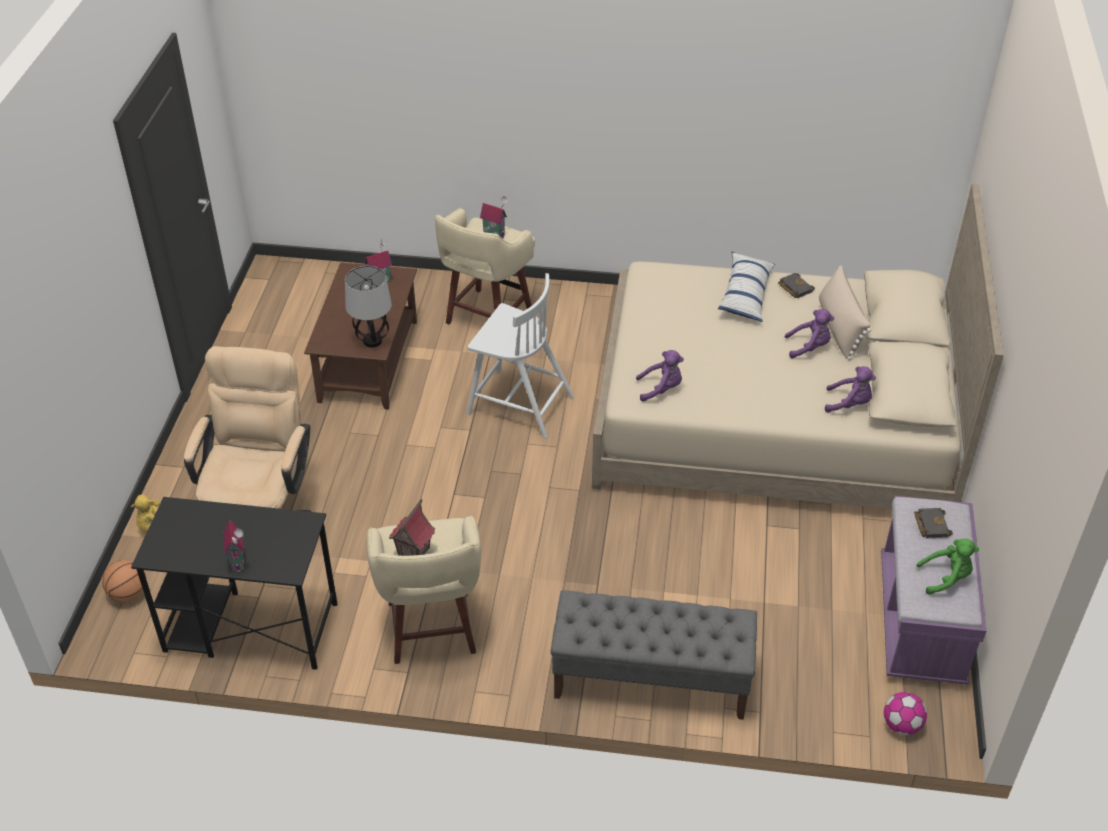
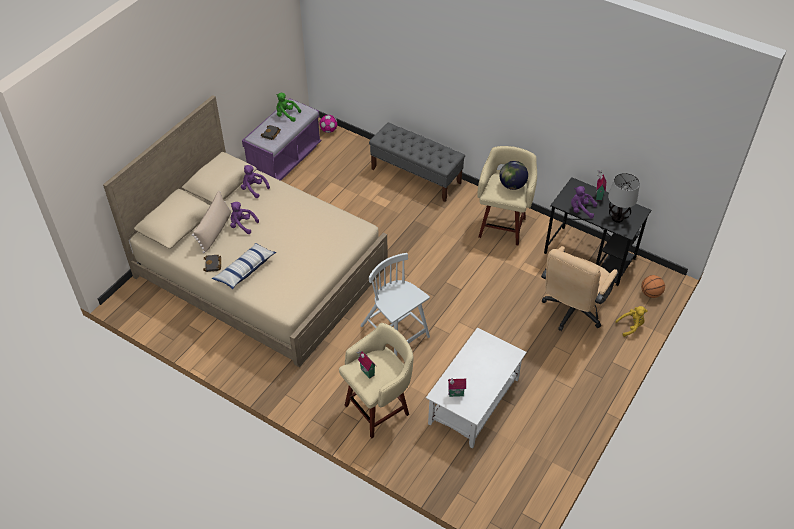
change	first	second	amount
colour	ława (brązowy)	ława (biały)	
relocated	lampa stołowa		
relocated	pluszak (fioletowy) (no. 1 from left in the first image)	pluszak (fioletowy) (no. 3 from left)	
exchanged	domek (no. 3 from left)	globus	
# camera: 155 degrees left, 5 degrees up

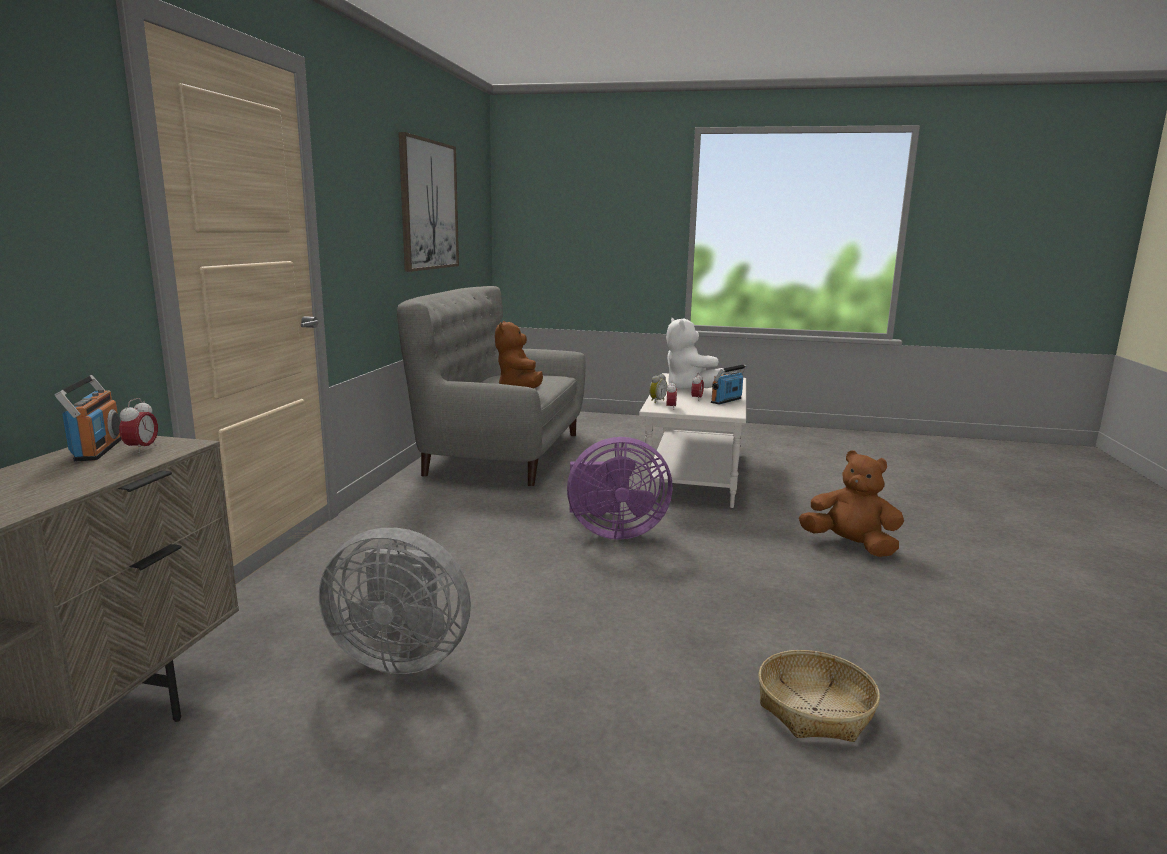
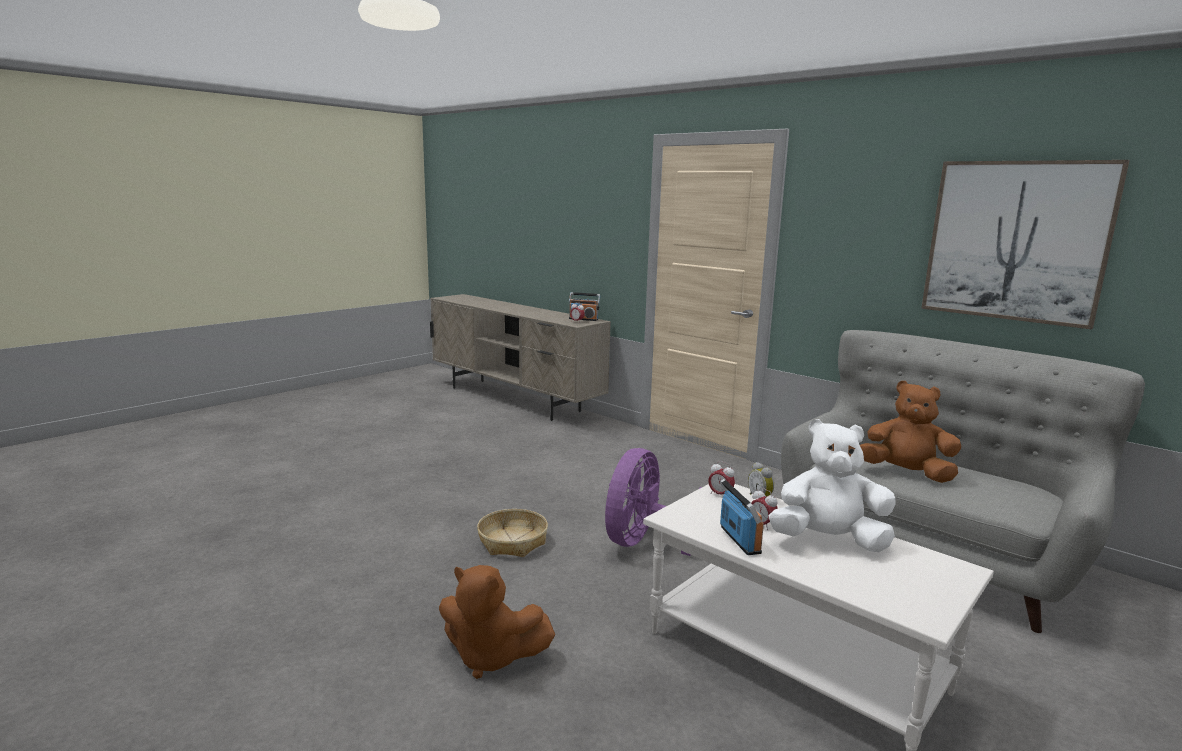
change	first	second	amount
spun	pluszak (brązowy) (no. 2 from left in the first image)	pluszak (brązowy) (no. 1 from left)	45 degrees clockwise
missing	wentylator (szary)		
relocated	koszyk		
# camera: 120 degrees right, 0 degrees up

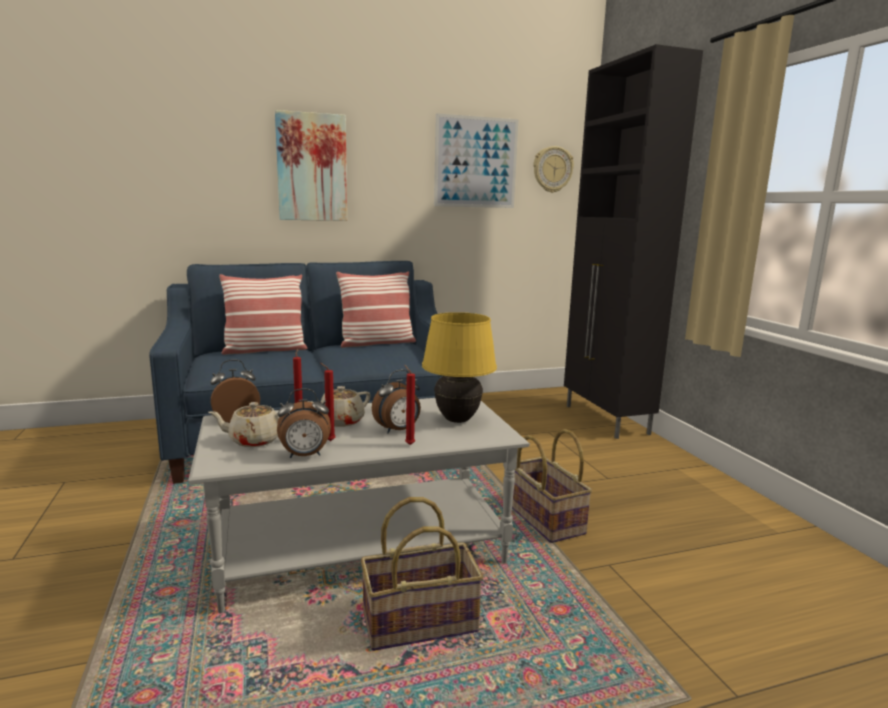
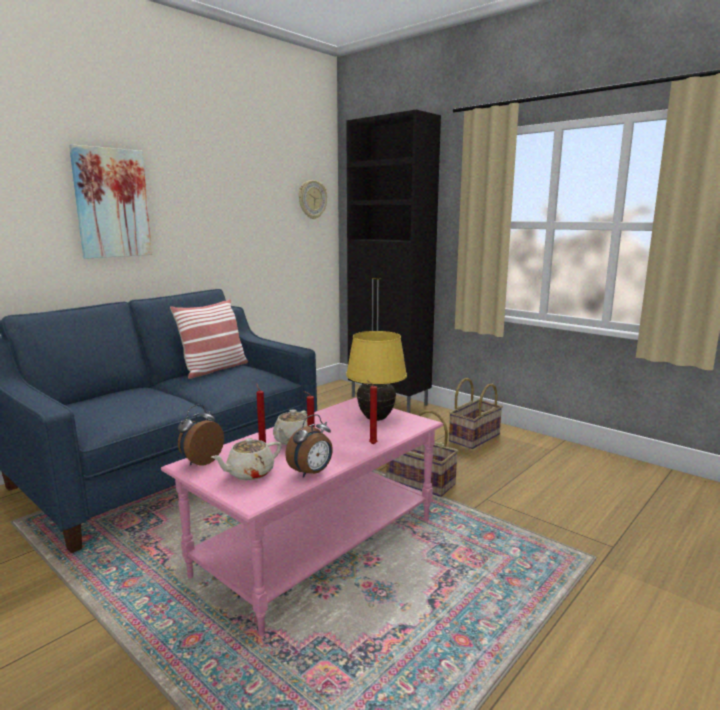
change	first	second	amount
missing	obraz (no. 2 from left)		
missing	poduszka (no. 1 from left)		
missing	budzik (no. 3 from left)		
colour	ława (szary)	ława (różowy)	
relocated	koszyk (no. 1 from left in the first image)	koszyk (no. 2 from left)	
# camera: 30 degrees left, 0 degrees up

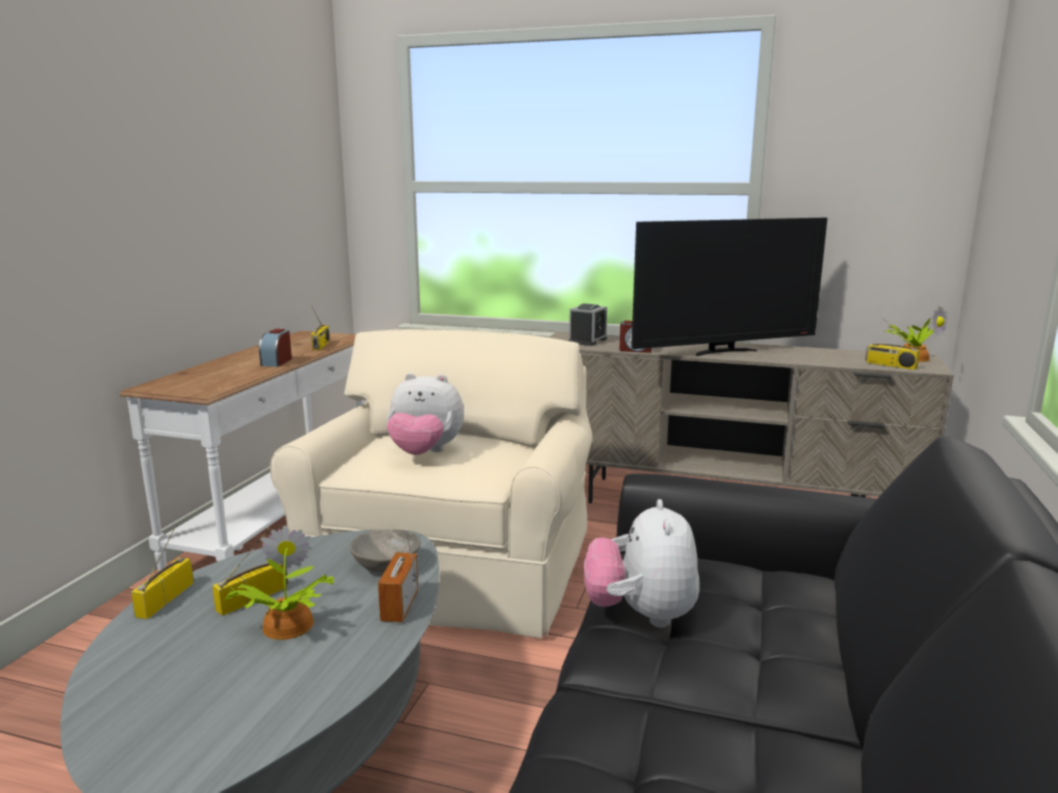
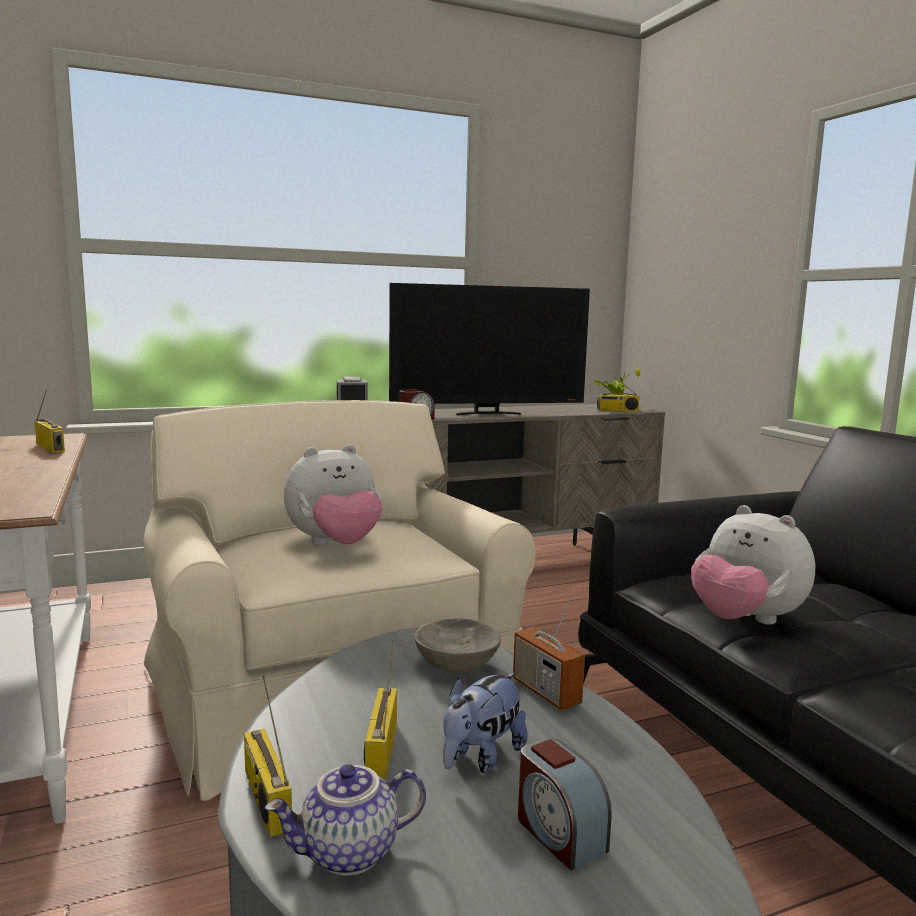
change	first	second	amount
spun	telewizor		45 degrees clockwise
relocated	budzik (no. 1 from left in the first image)	budzik (no. 3 from left)	
exchanged	roślina doniczkowa (no. 1 from left)	pluszak (no. 2 from left)	
appeared		imbryk	
# camera: 40 degrees left, 5 degrees down

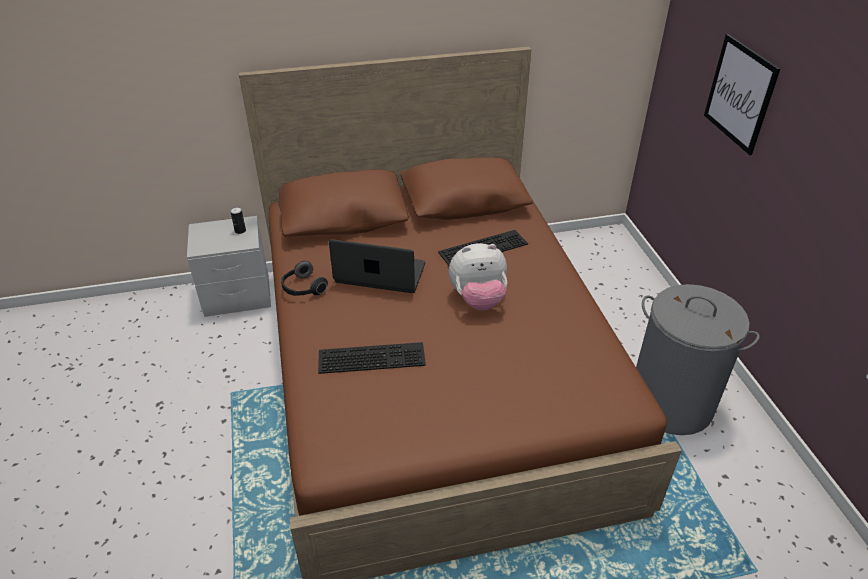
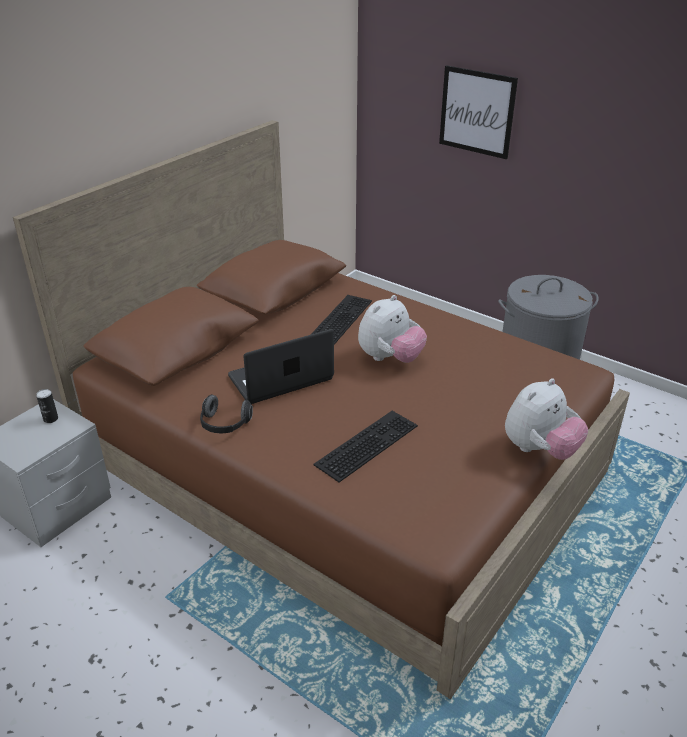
change	first	second	amount
appeared		pluszak (no. 2 from left)	
# camera: 40 degrees left, 5 degrees down

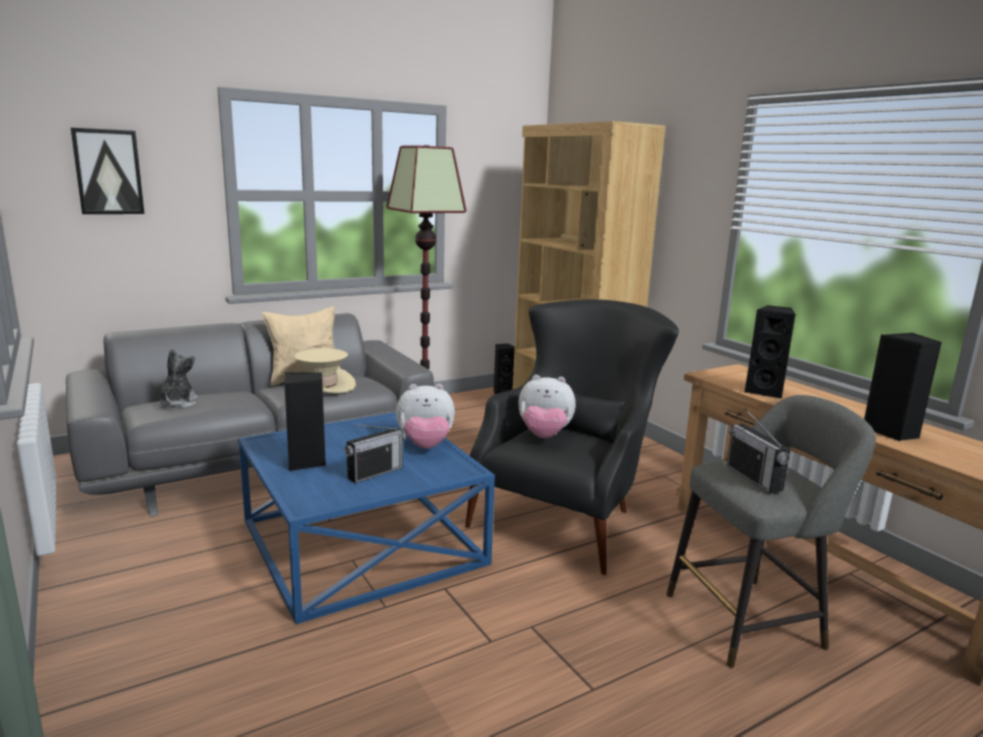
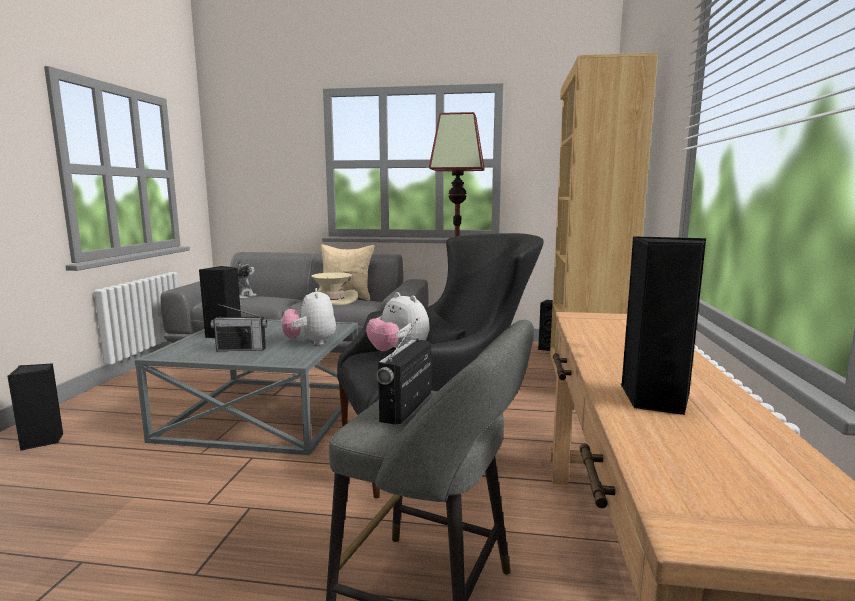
change	first	second	amount
missing	obraz		
relocated	głośnik (czarny) (no. 3 from left in the first image)	głośnik (czarny) (no. 1 from left)	
spun	pluszak (no. 2 from left)		45 degrees clockwise
colour	ława (niebieski)	ława (szary)	
# camera: 40 degrees right, 5 degrees down

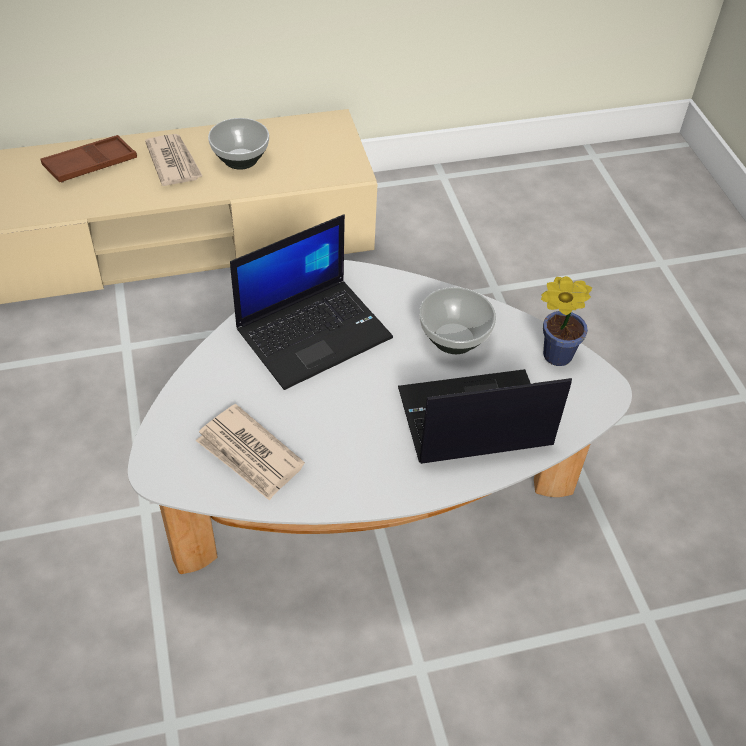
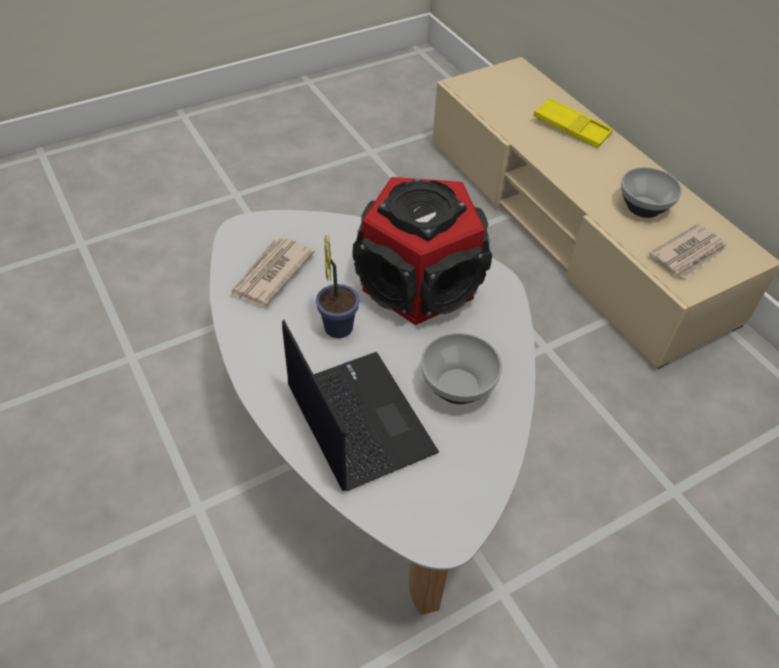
change	first	second	amount
relocated	gazeta (no. 1 from left in the first image)	gazeta (no. 2 from left)	
colour	taca (brązowy)	taca (żółty)	
exchanged	laptop (no. 1 from left)	głośnik	
relocated	roślina doniczkowa		
# camera: 75 degrees right, 0 degrees up

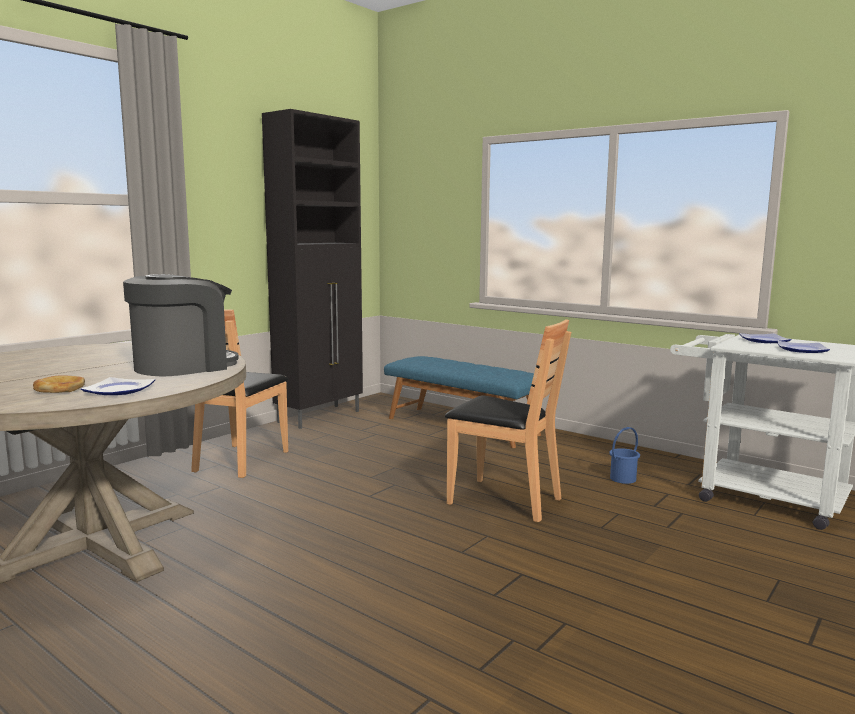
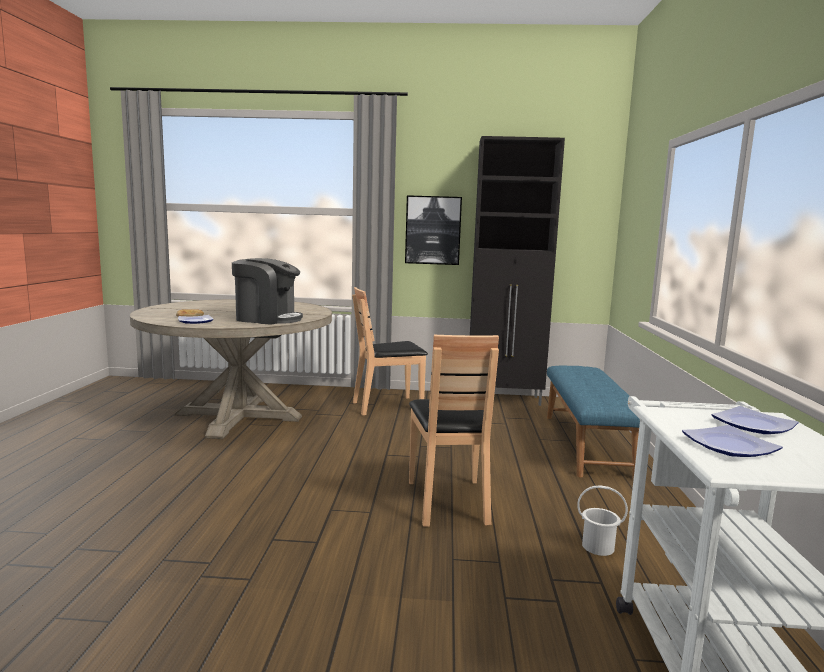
change	first	second	amount
colour	wiadro (niebieski)	wiadro (biały)	
appeared		obraz	
# camera: 55 degrees right, 0 degrees up

